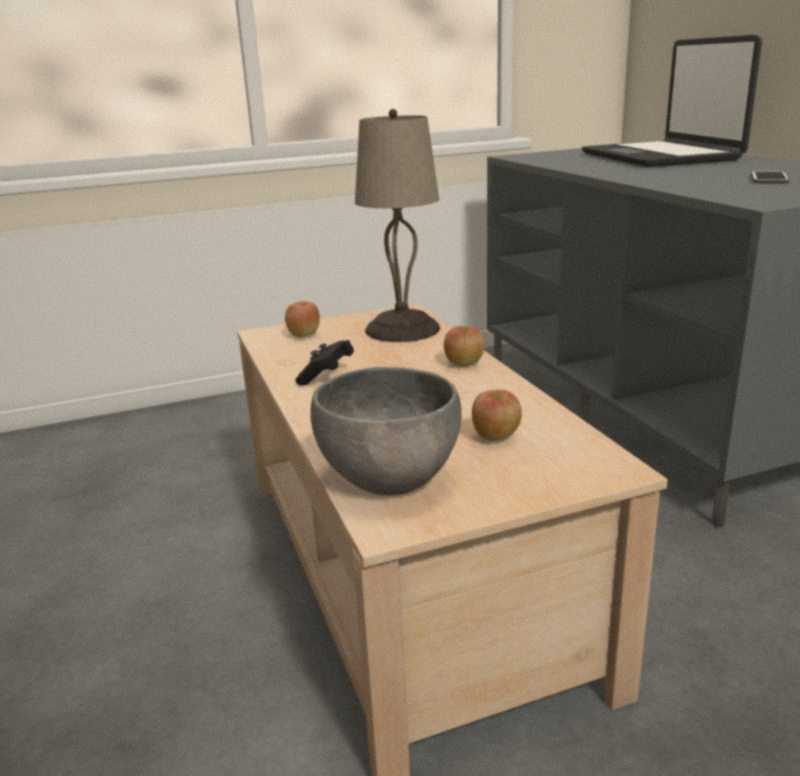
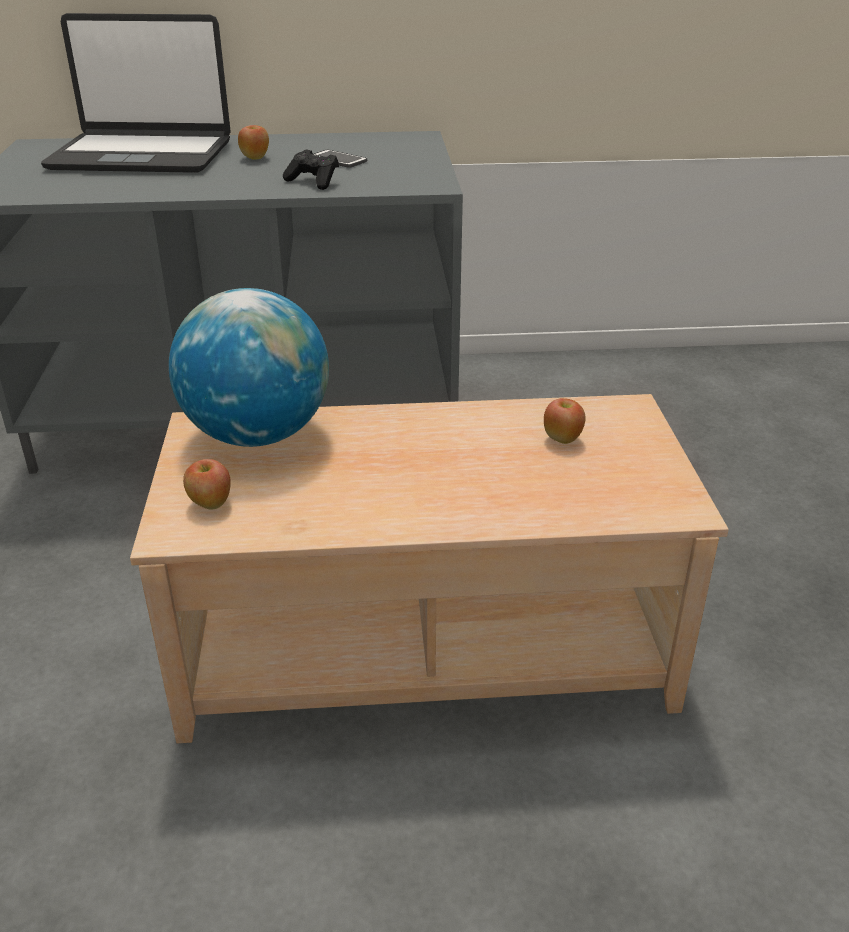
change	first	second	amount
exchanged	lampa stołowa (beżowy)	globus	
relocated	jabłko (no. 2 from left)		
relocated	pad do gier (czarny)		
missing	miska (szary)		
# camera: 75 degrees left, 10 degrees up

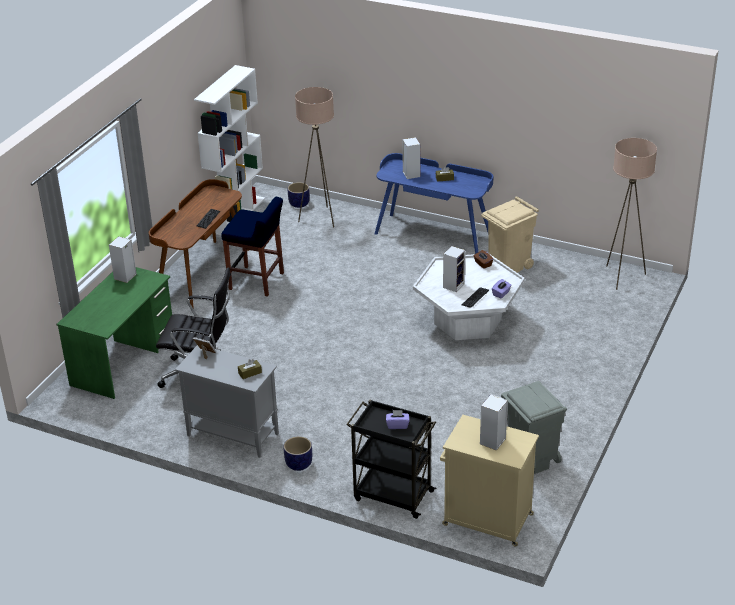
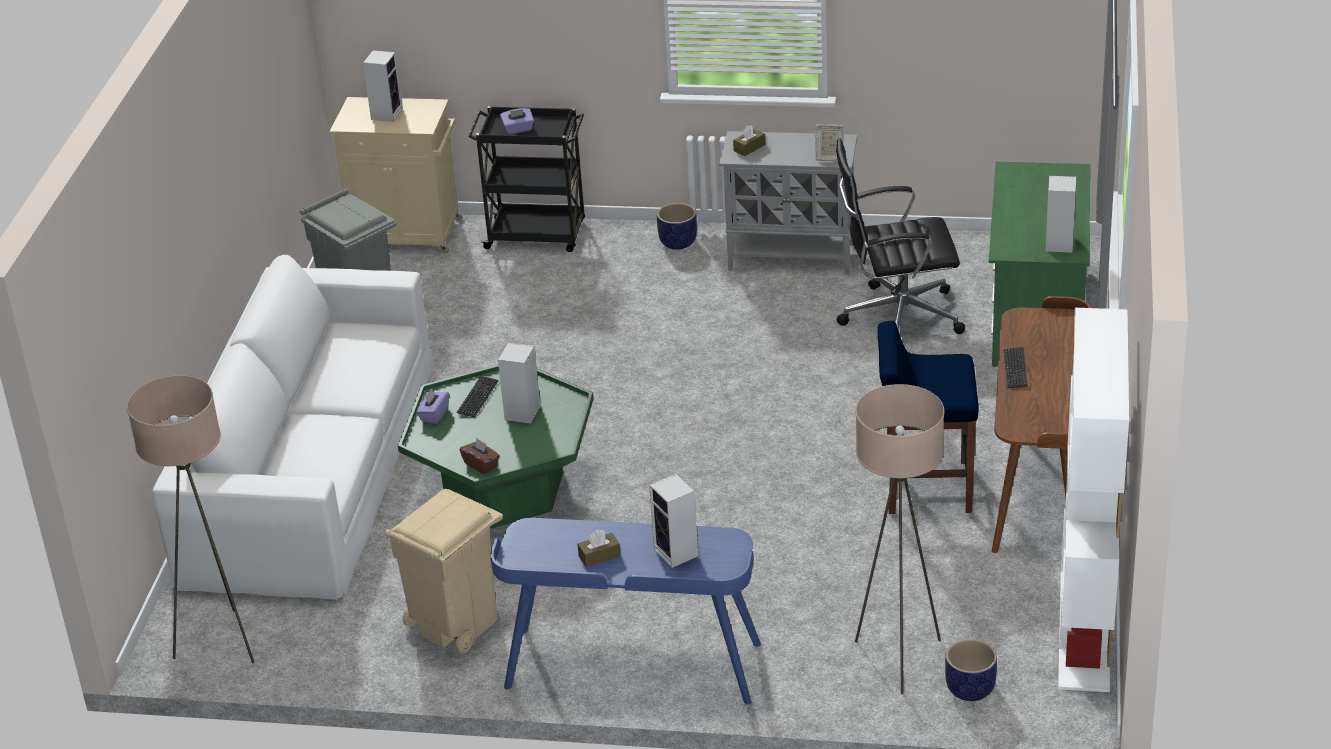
change	first	second	amount
colour	ława (biały)	ława (zielony)	
appeared		kanapa (biały)	
# camera: 165 degrees right, 0 degrees up

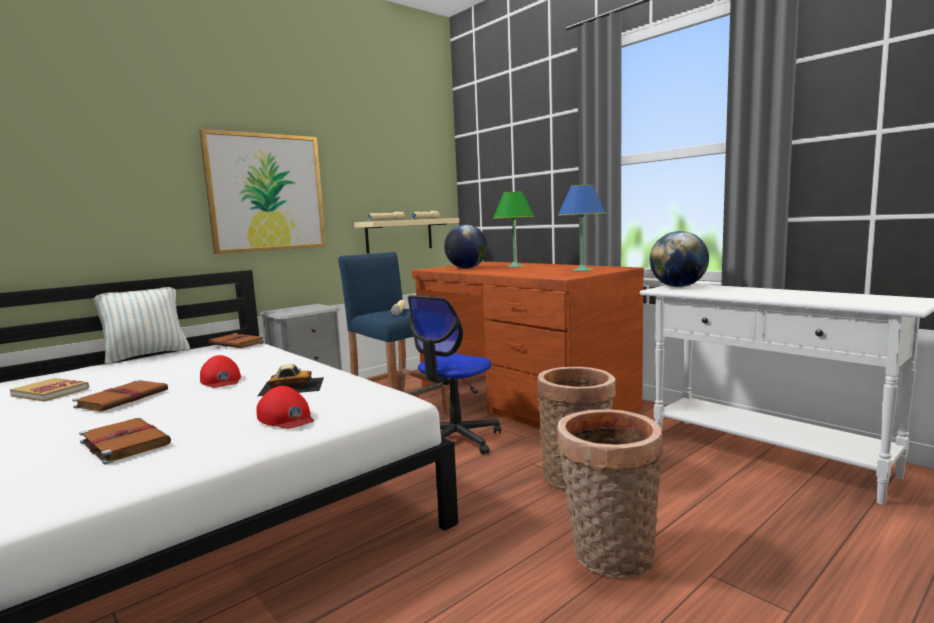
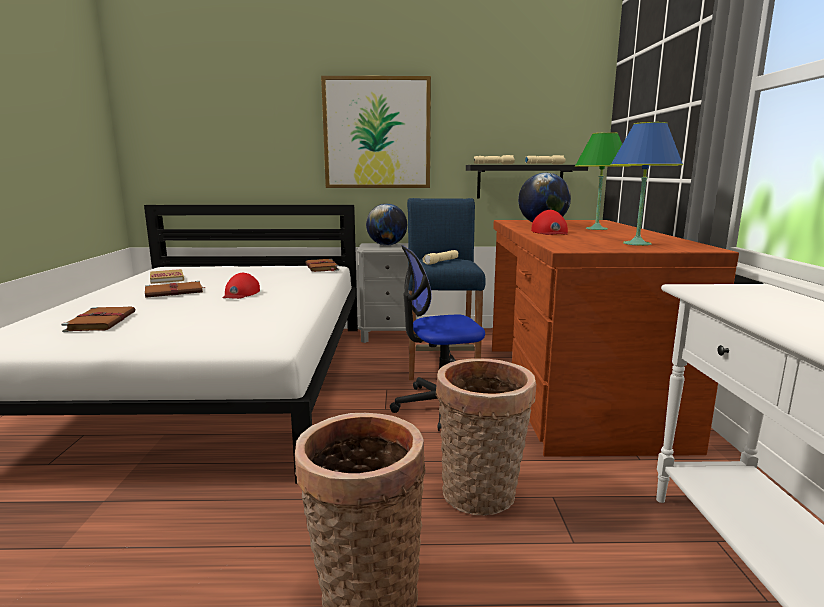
change	first	second	amount
colour	półka (beżowy)	półka (czarny)	
relocated	globus (no. 2 from left in the first image)	globus (no. 1 from left)	
missing	poduszka		
missing	samochodzik		
relocated	czapka z daszkiem (czerwony) (no. 2 from left)		
# camera: 40 degrees right, 5 degrees up

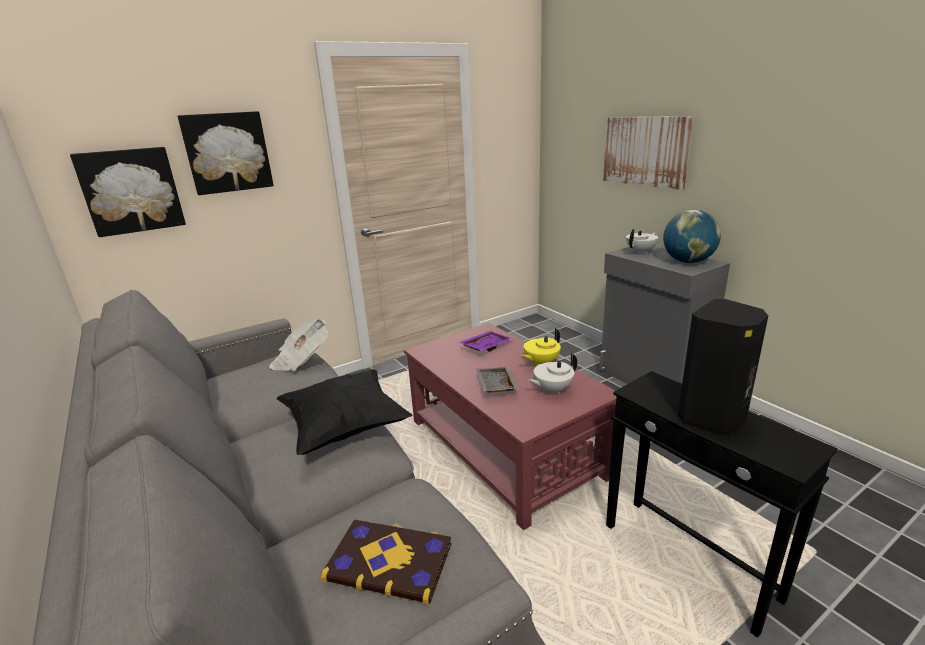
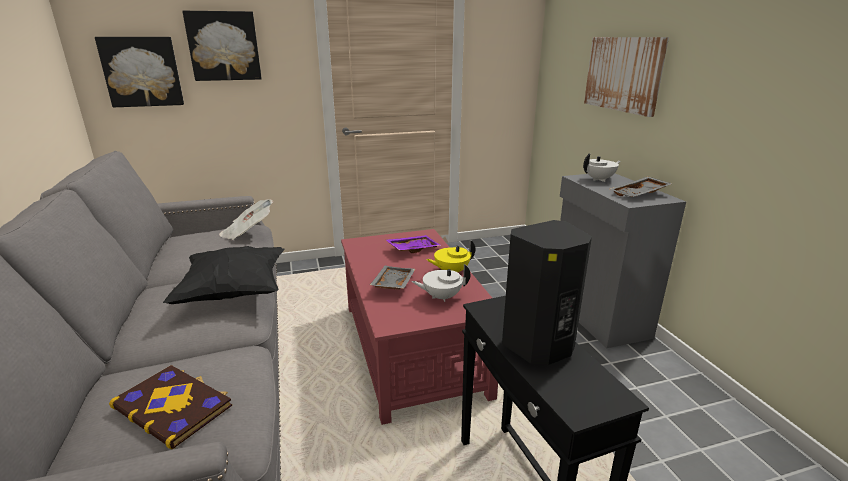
change	first	second	amount
exchanged	globus	taca (szary) (no. 2 from left)	
# camera: 15 degrees right, 0 degrees up

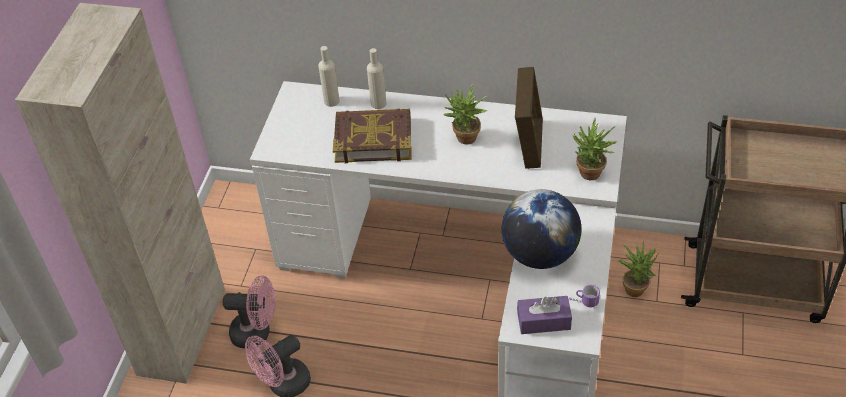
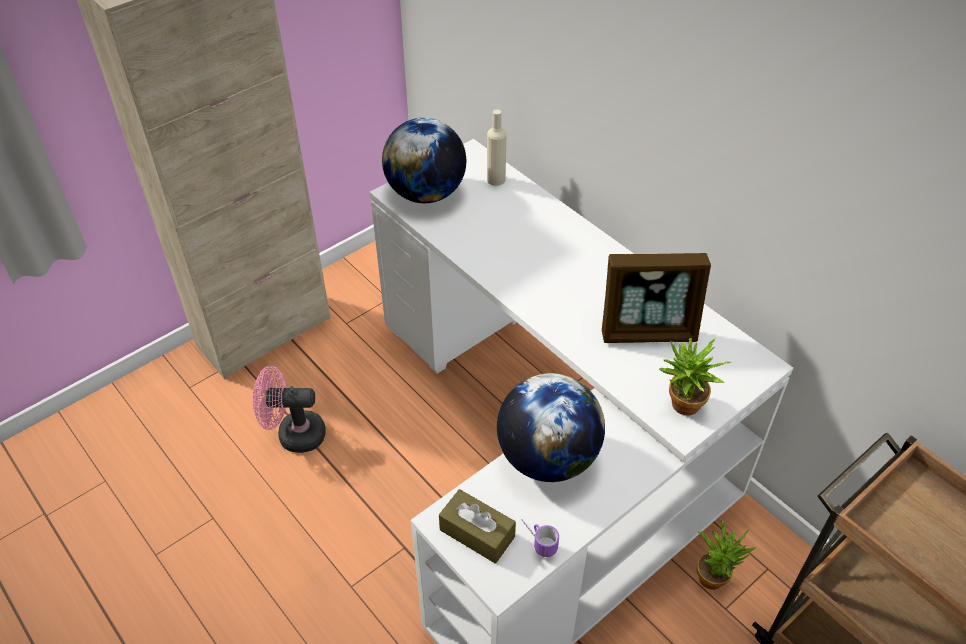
change	first	second	amount
missing	butelka (beżowy) (no. 2 from left)		
spun	ramka na zdjęcie		45 degrees clockwise
missing	roślina doniczkowa (no. 1 from left)		
missing	książka		
missing	wentylator (różowy) (no. 1 from left)		
colour	pudełko chusteczek (fioletowy)	pudełko chusteczek (brązowy)	
appeared		globus (no. 1 from left)	
# camera: 35 degrees right, 0 degrees up

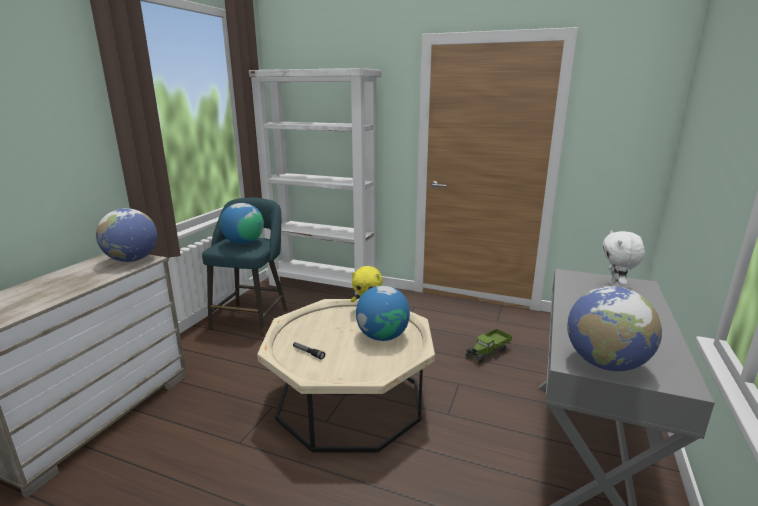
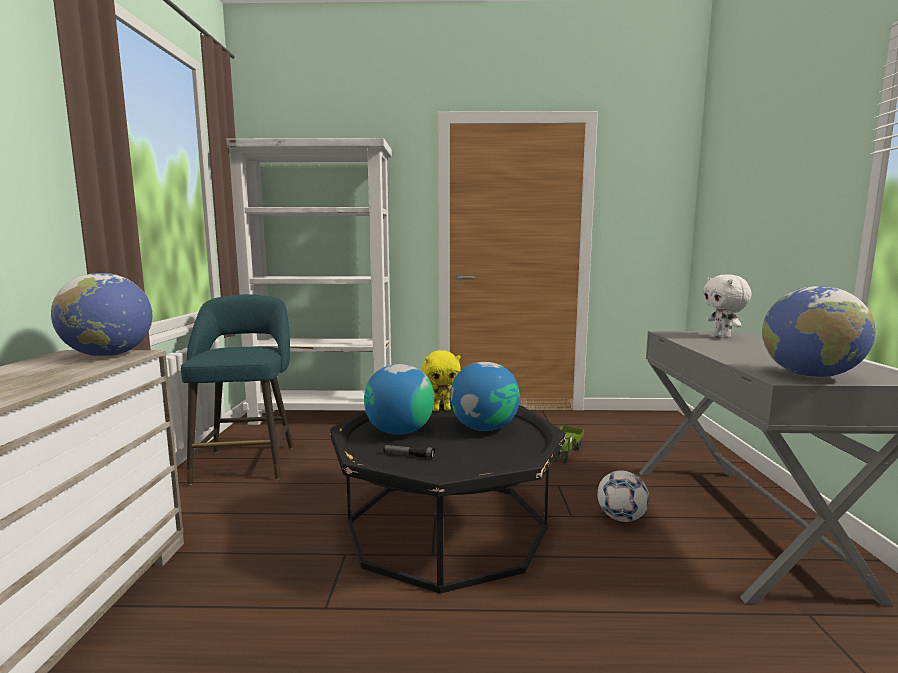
change	first	second	amount
relocated	globus (no. 2 from left)		
colour	ława (beżowy)	ława (czarny)	
appeared		piłka futbolowa	
# camera: 20 degrees left, 10 degrees down

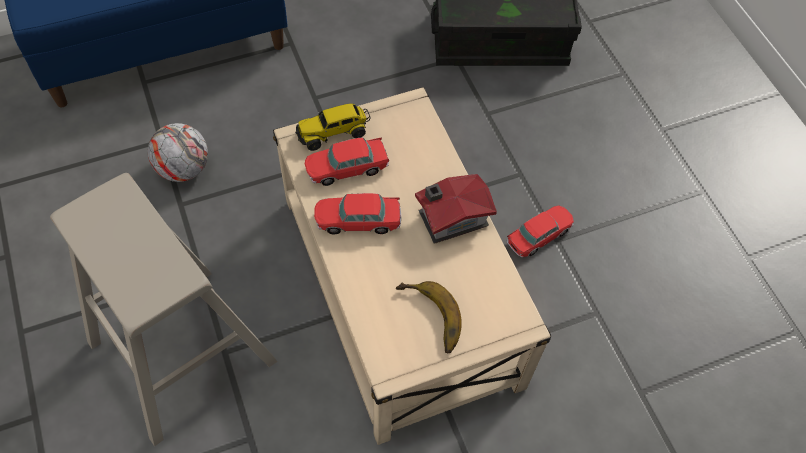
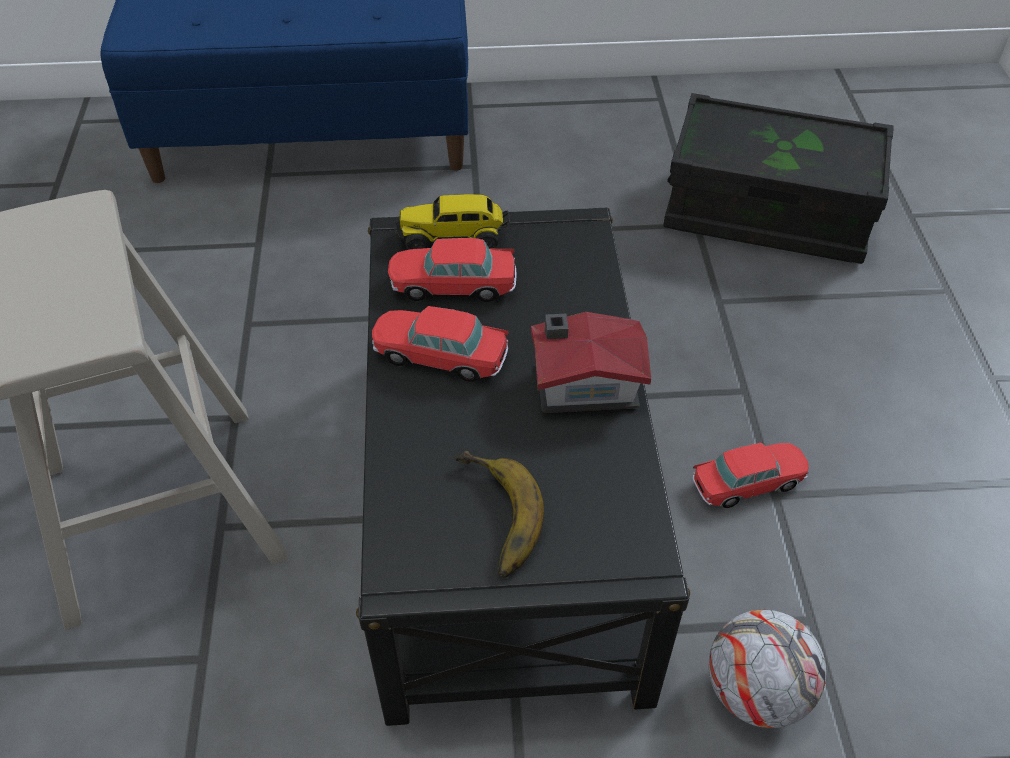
change	first	second	amount
colour	ława (beżowy)	ława (czarny)	
relocated	piłka futbolowa		
# camera: 20 degrees right, 10 degrees down

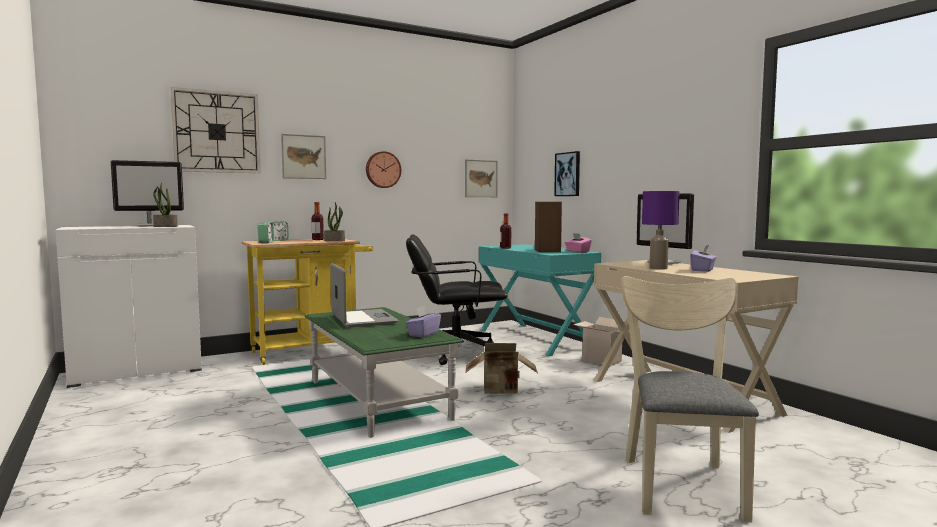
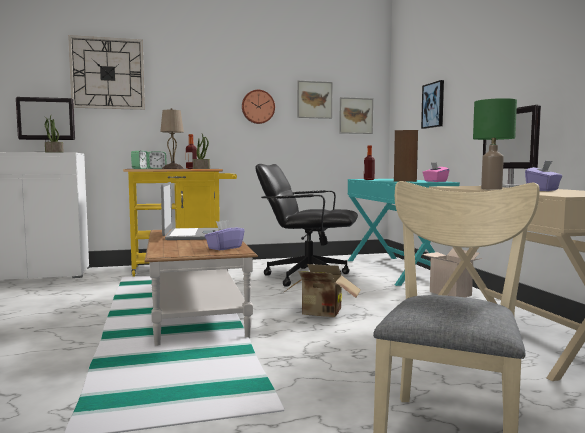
change	first	second	amount
relocated	obraz (no. 1 from left)		
colour	lampa stołowa (fioletowy)	lampa stołowa (zielony)	
colour	ława (zielony)	ława (brązowy)	
appeared		lampa stołowa (beżowy)	
# camera: 15 degrees right, 0 degrees up

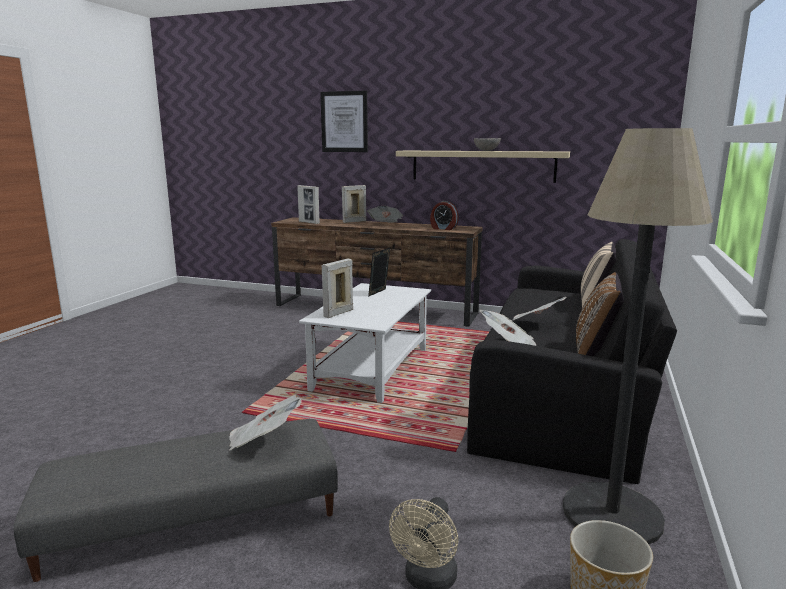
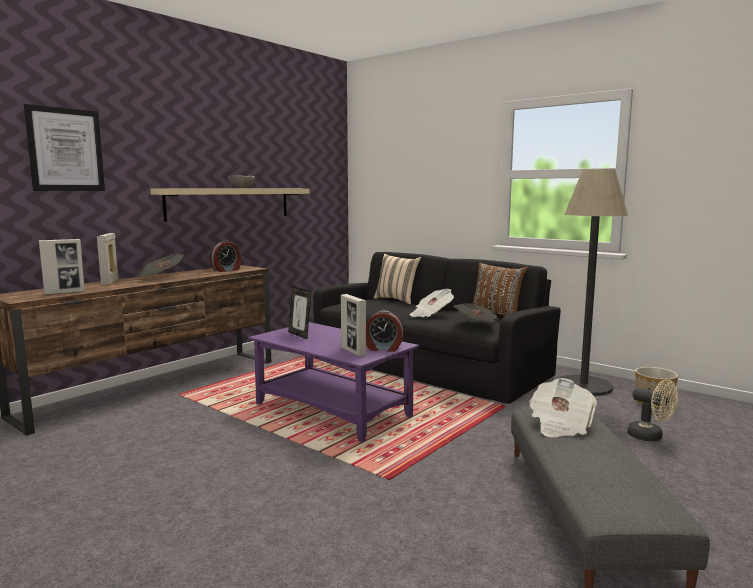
change	first	second	amount
colour	ława (biały)	ława (fioletowy)	
appeared		budzik (no. 2 from left)	
# camera: 70 degrees left, 5 degrees down

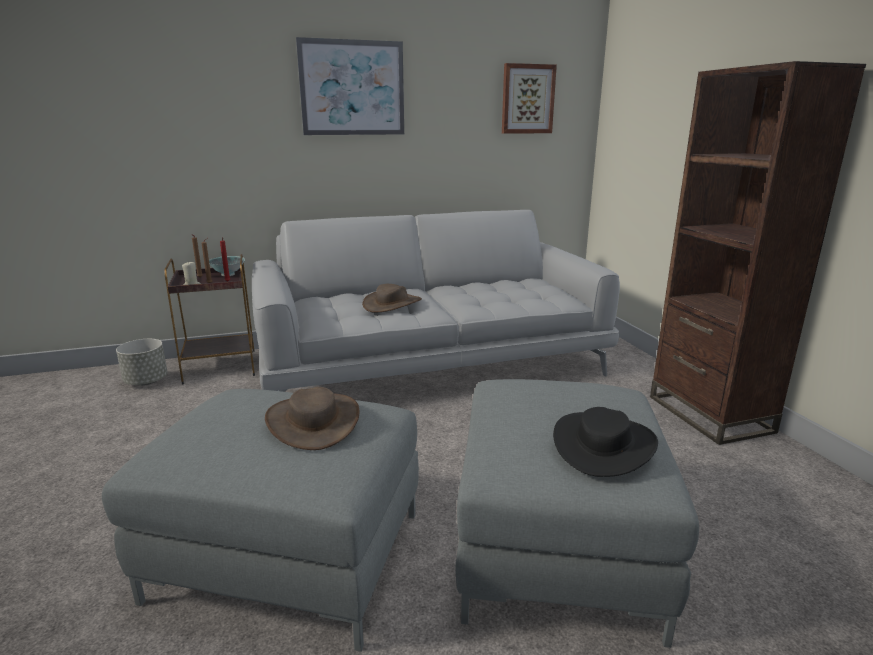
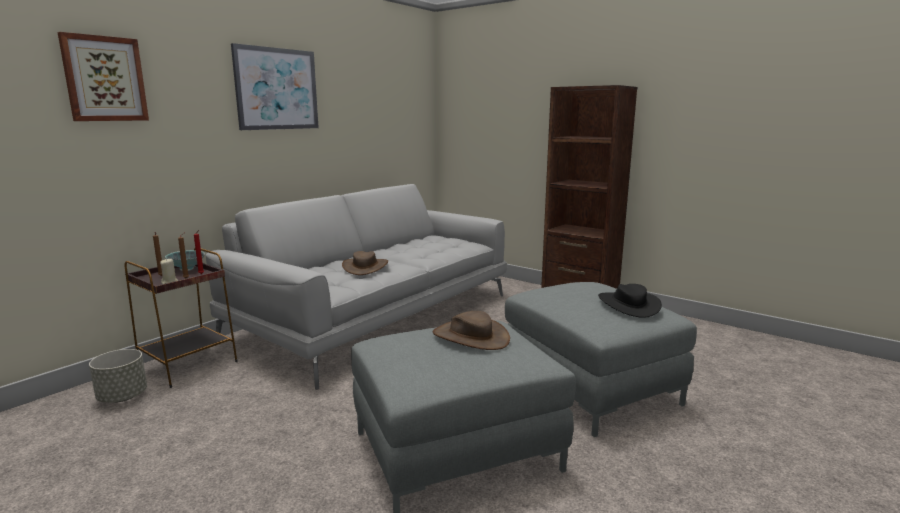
change	first	second	amount
relocated	obraz (no. 2 from left in the first image)	obraz (no. 1 from left)	
# camera: 35 degrees left, 5 degrees down

